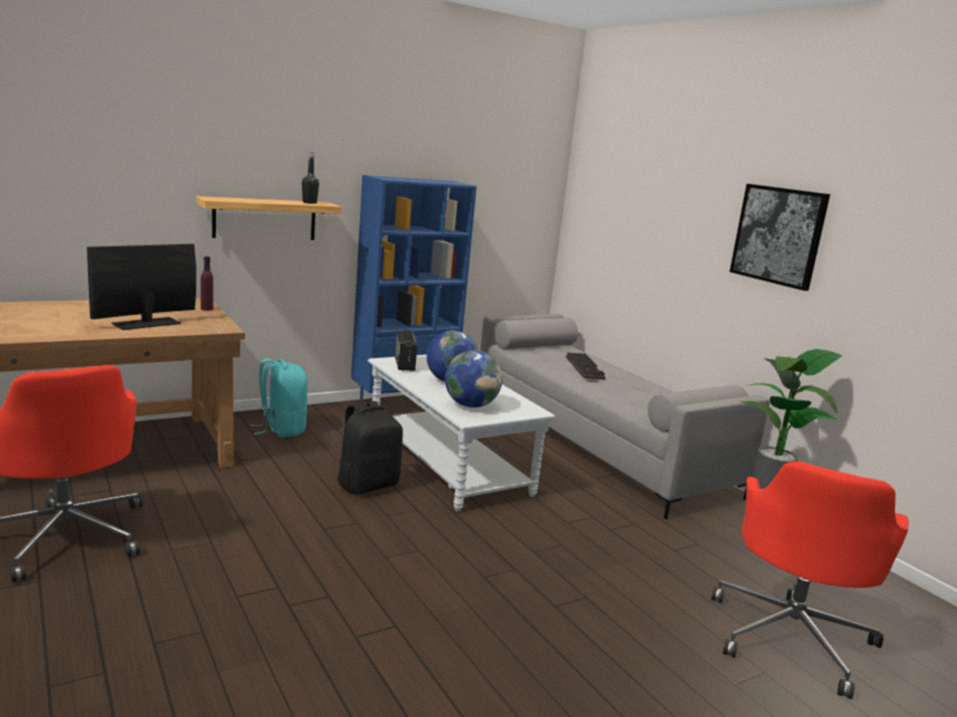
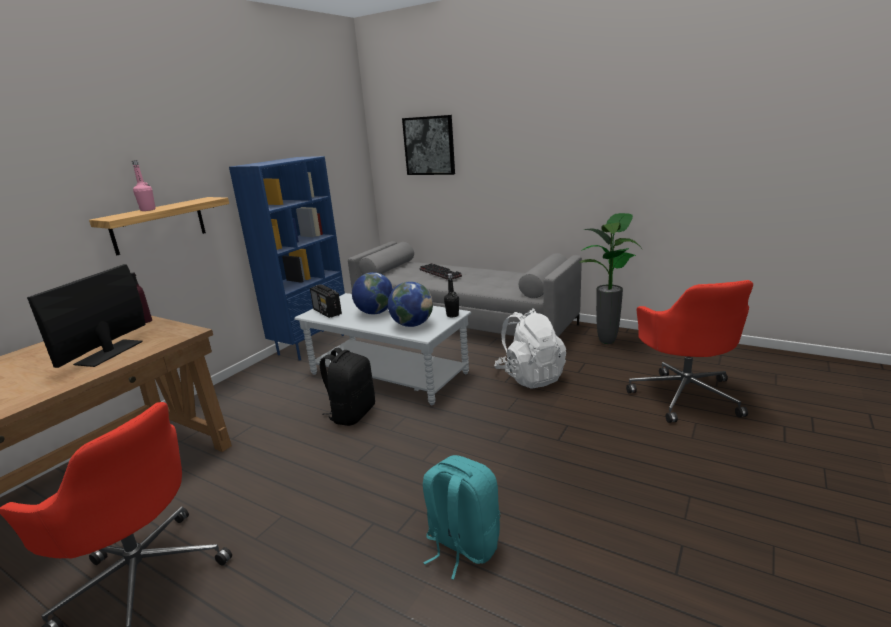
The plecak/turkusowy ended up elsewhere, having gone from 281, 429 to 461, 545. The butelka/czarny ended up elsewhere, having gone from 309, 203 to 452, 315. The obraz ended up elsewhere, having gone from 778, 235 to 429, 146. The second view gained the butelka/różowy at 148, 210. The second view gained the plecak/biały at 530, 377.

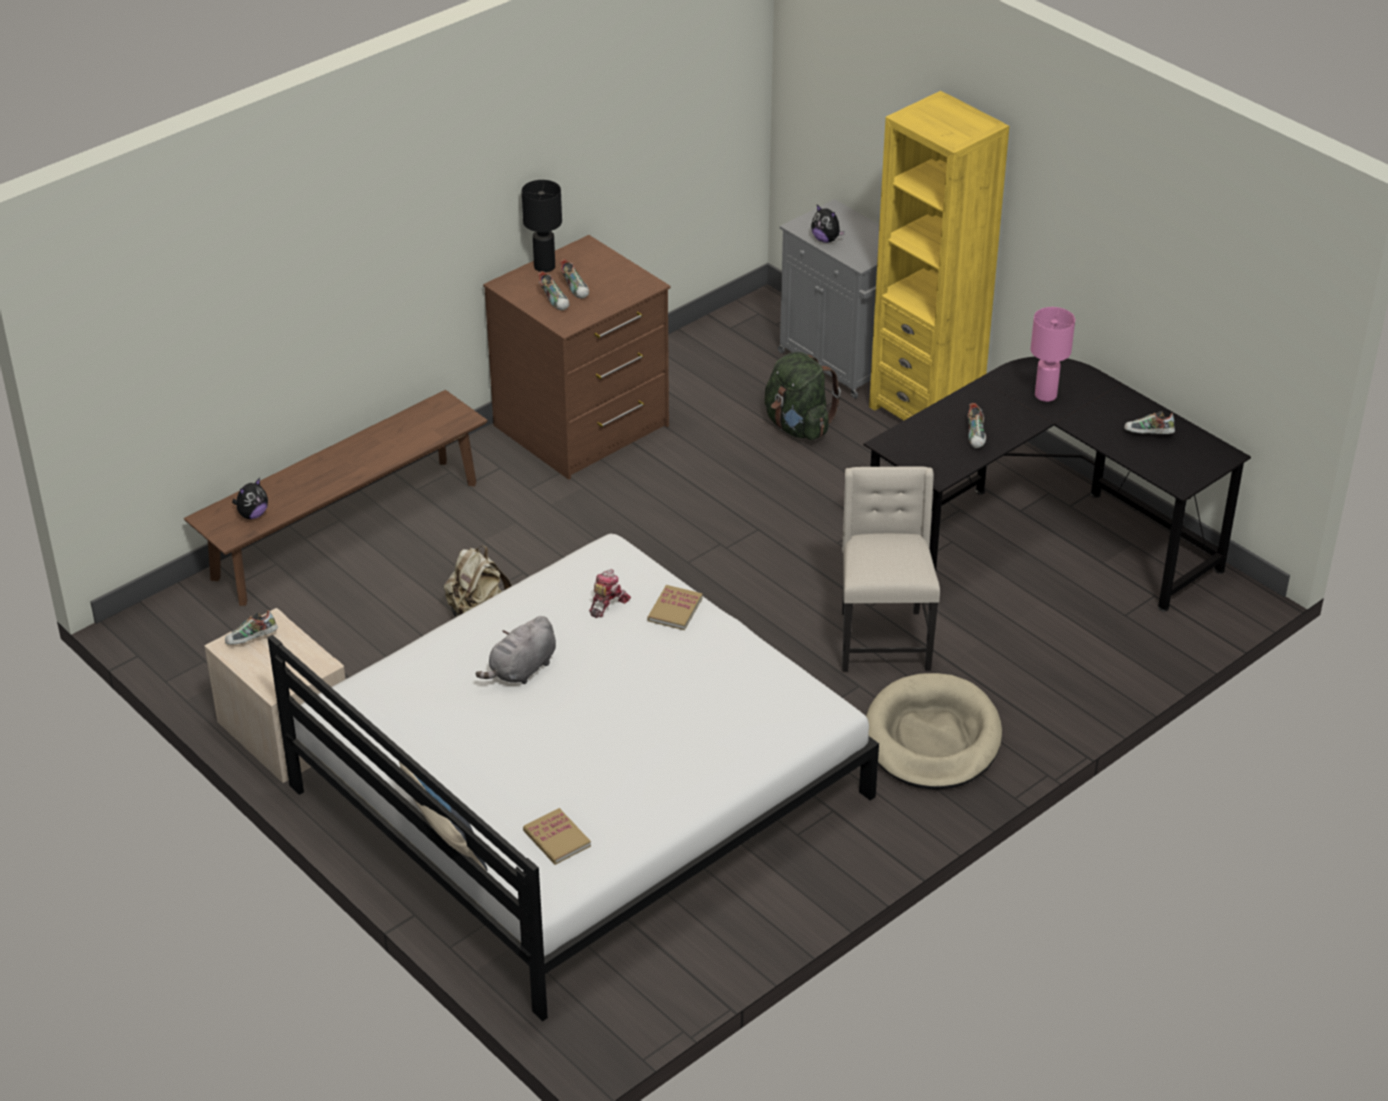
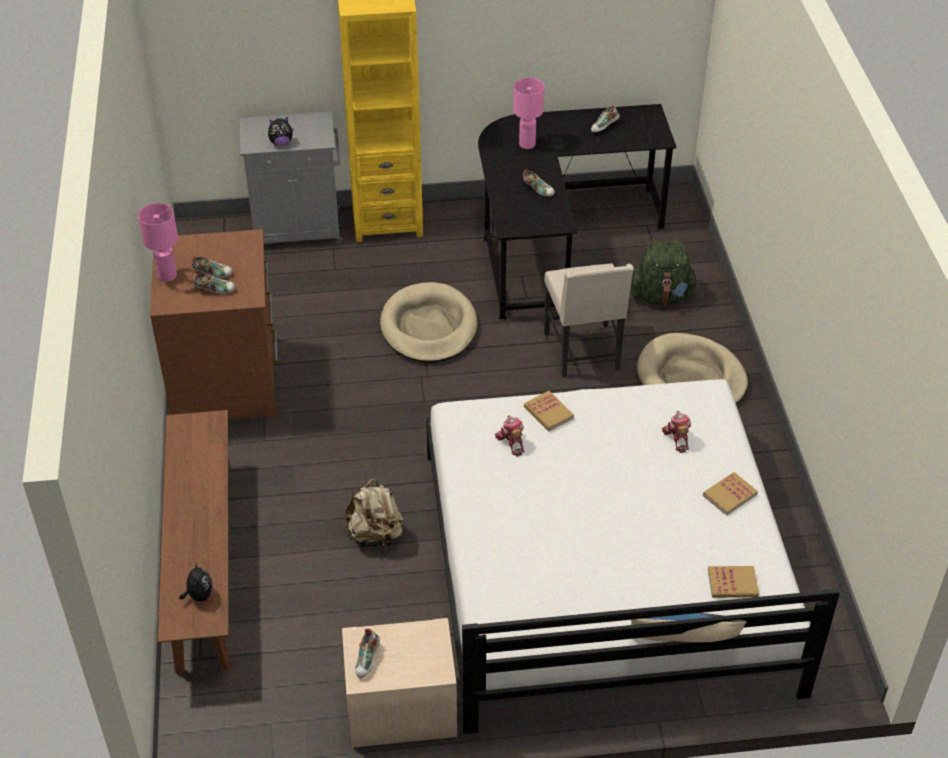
The second view lost the pluszak/szary at 521, 670. What was the lampa stołowa/czarny at 545, 266 turned into the lampa stołowa/różowy at 167, 275. The plecak/zielony ended up elsewhere, having gone from 798, 426 to 661, 296. The krzesło/beżowy at 882, 639 ended up facing another way, 135 degrees counterclockwise from before. The second view gained the legowisko/beżowy at 429, 327. The second view gained the robot zabawkowy at 677, 438. The second view gained the książka at 729, 495.

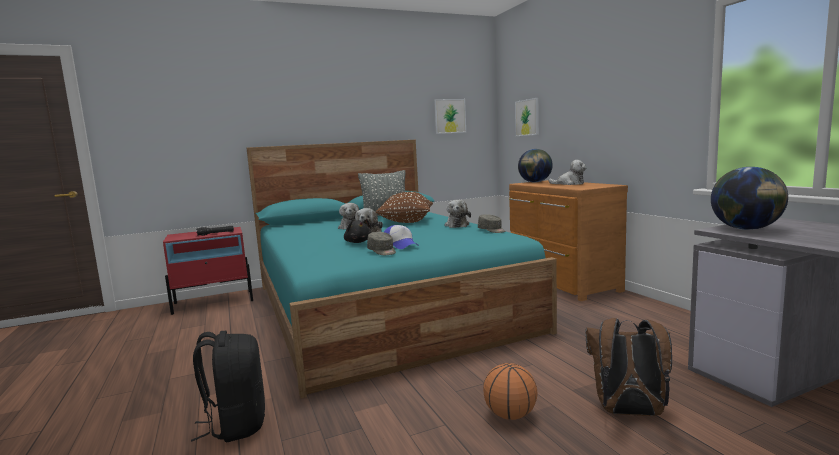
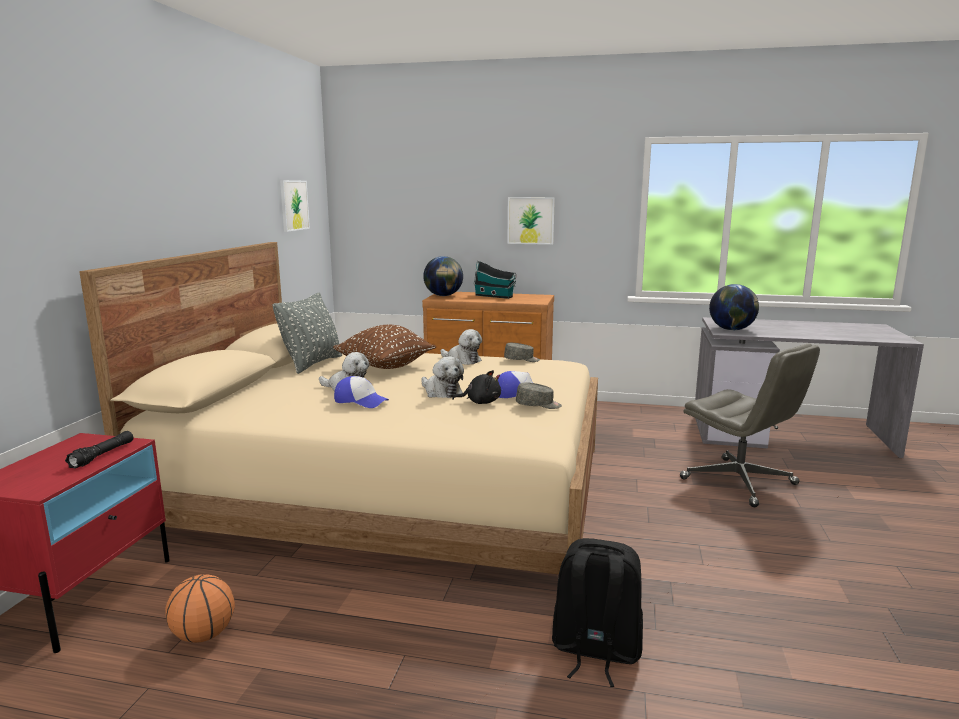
What was the łóżko/turkusowy at 382, 306 turned into the łóżko/beżowy at 391, 488. The piłka do koszykówki ended up elsewhere, having gone from 510, 415 to 204, 635. The obraz ended up elsewhere, having gone from 527, 117 to 530, 220. Where the pluszak stood at 569, 184, the domek came to stand at 495, 296. Where the plecak/brązowy stood at 628, 412, the krzesło biurowe/szary came to stand at 740, 482. The second view gained the czapka z daszkiem at 361, 401.

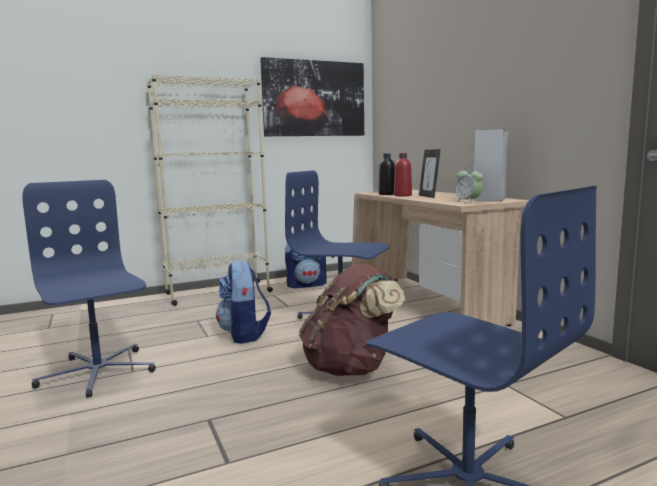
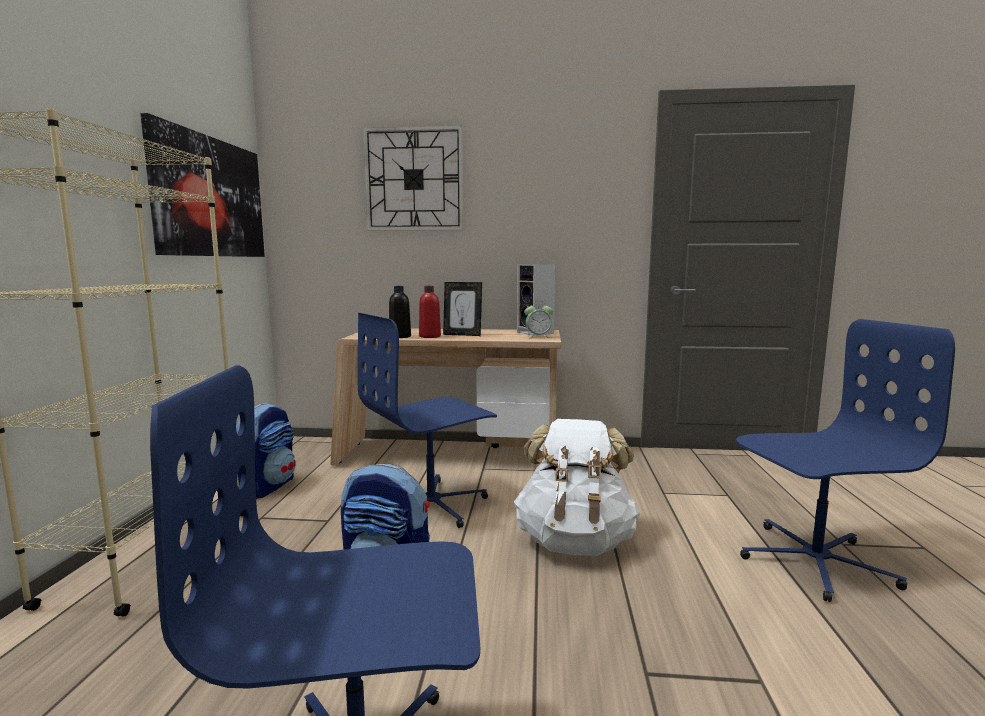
What was the plecak/brązowy at 351, 368 turned into the plecak/biały at 575, 541. The second view gained the zegar ścienny at 414, 179.

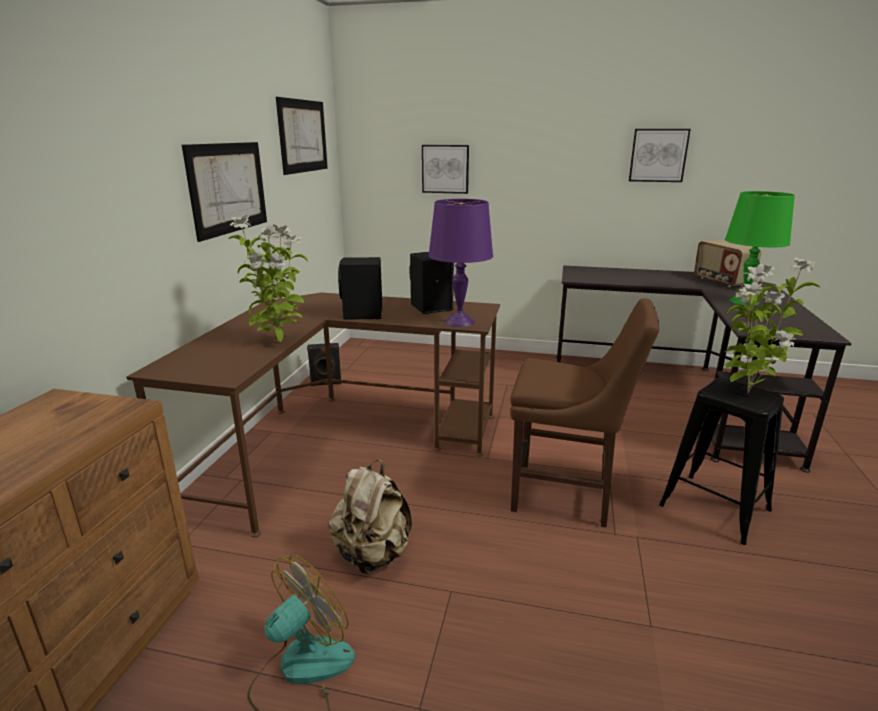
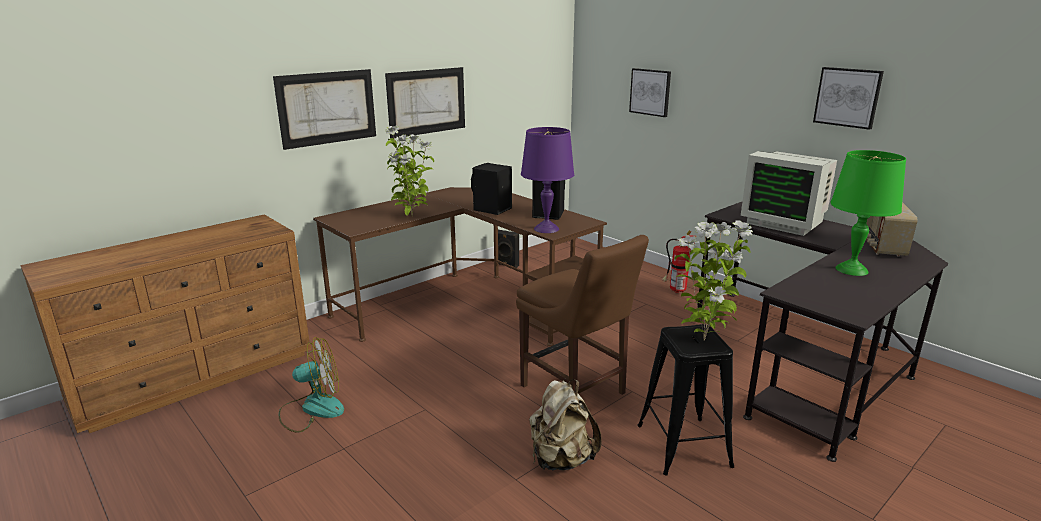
The obraz ended up elsewhere, having gone from 303, 136 to 327, 108. The plecak/beżowy ended up elsewhere, having gone from 372, 555 to 561, 459. The second view gained the gaśnica at 675, 290. The second view gained the monitor at 784, 222.

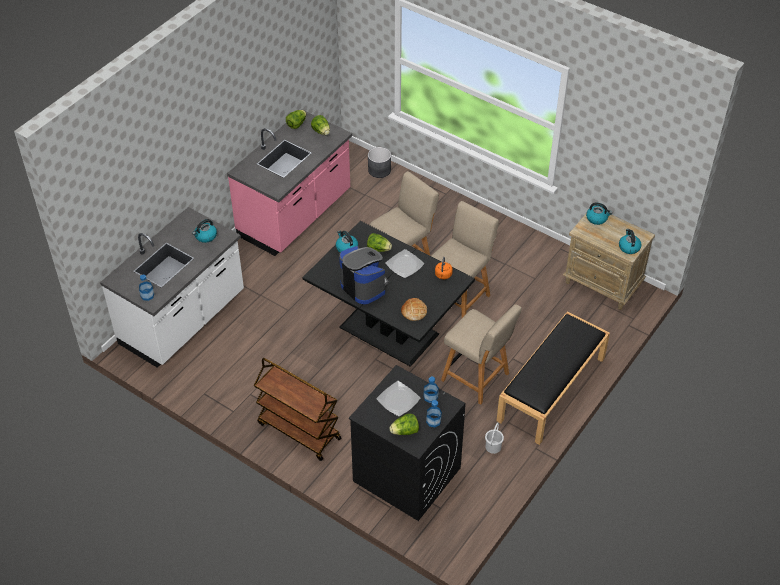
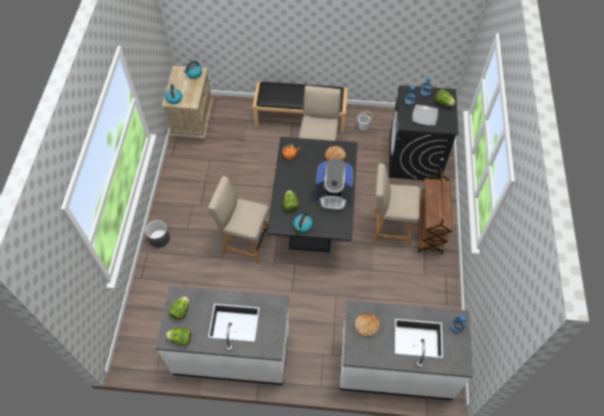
Where the czajnik stood at 205, 236, the chleb came to stand at 367, 325. What was the zabudowa kuchenna/różowy at 295, 215 turned into the zabudowa kuchenna/biały at 232, 351. The ekspres do kawy at 364, 286 ended up facing another way, 105 degrees counterclockwise from before. The donica/szary ended up elsewhere, having gone from 379, 170 to 159, 238. The second view lost the talerz at 404, 265. The krzesło/beżowy ended up elsewhere, having gone from 460, 296 to 389, 227.

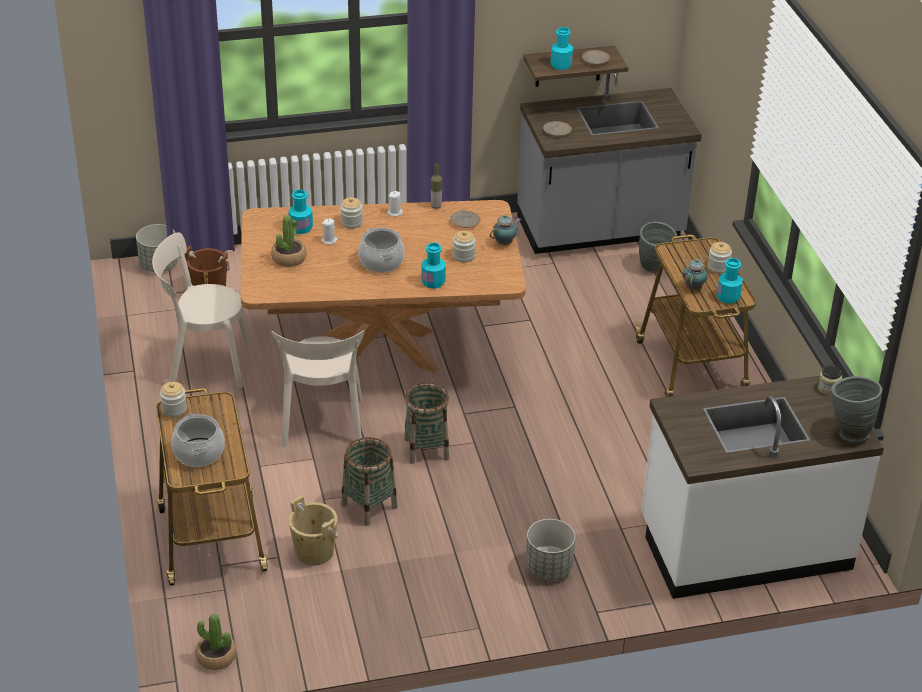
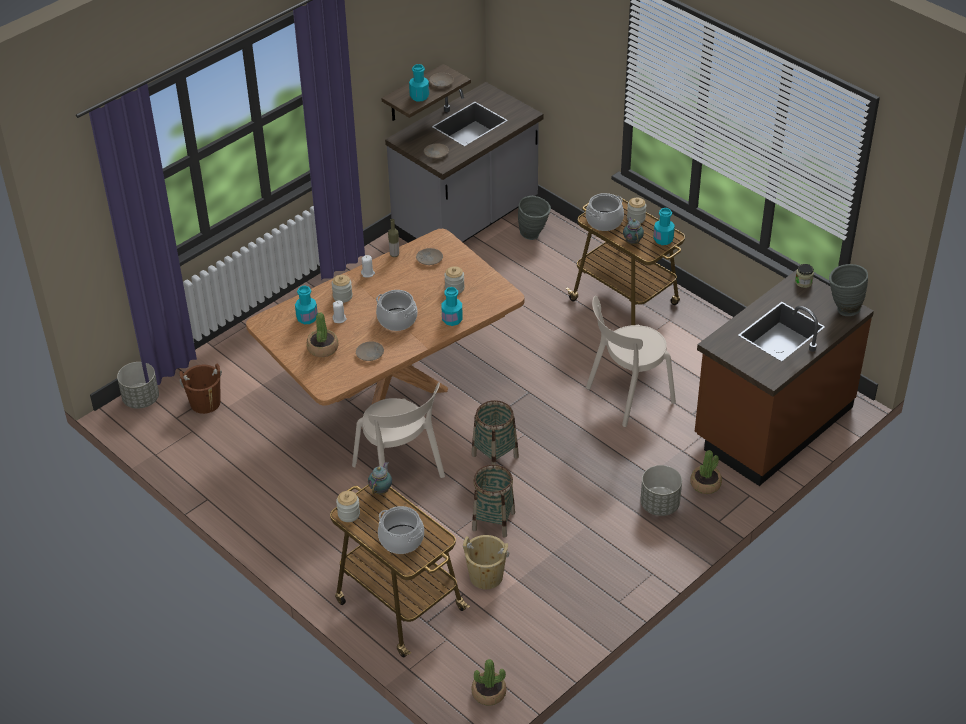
The krzesło/beżowy ended up elsewhere, having gone from 204, 364 to 627, 396. The imbryk ended up elsewhere, having gone from 505, 243 to 381, 490. What was the zabudowa kuchenna/biały at 744, 545 turned into the zabudowa kuchenna/brązowy at 772, 423. The second view gained the talerz/beżowy at 370, 354. The second view gained the garnek at 604, 221. The second view gained the roślina doniczkowa at 705, 484.

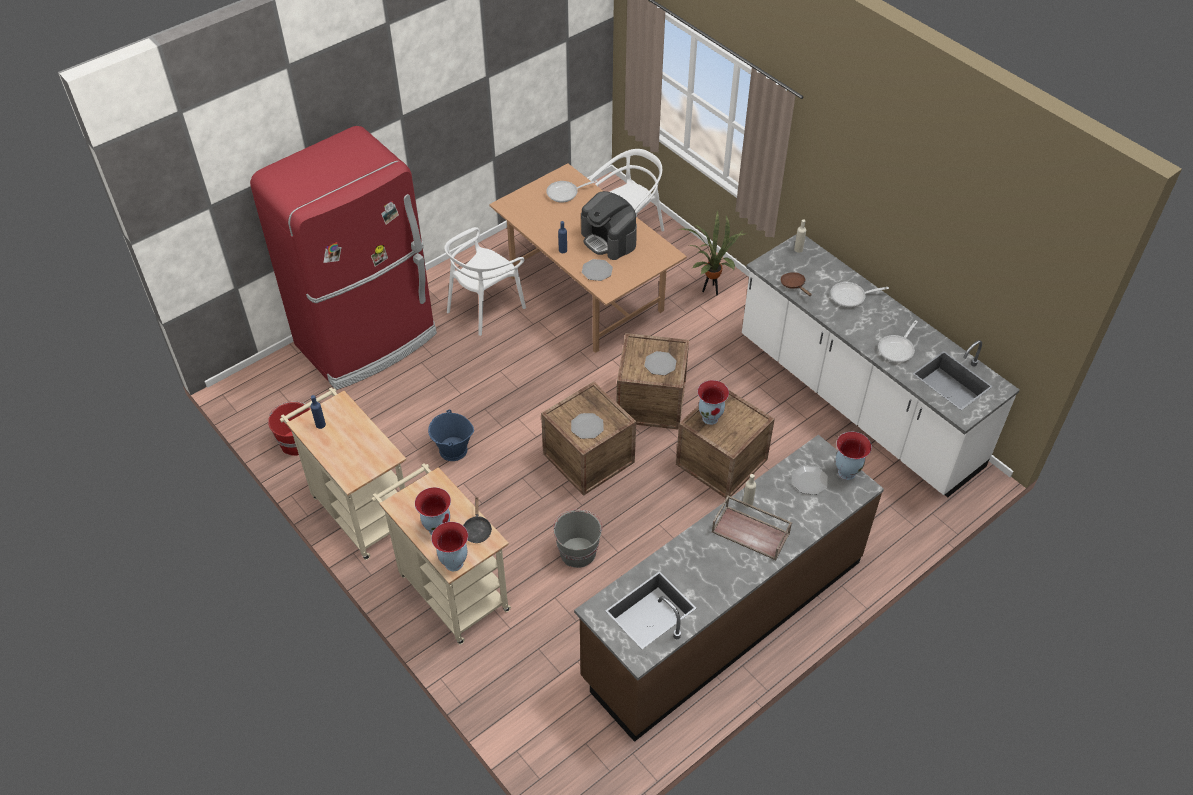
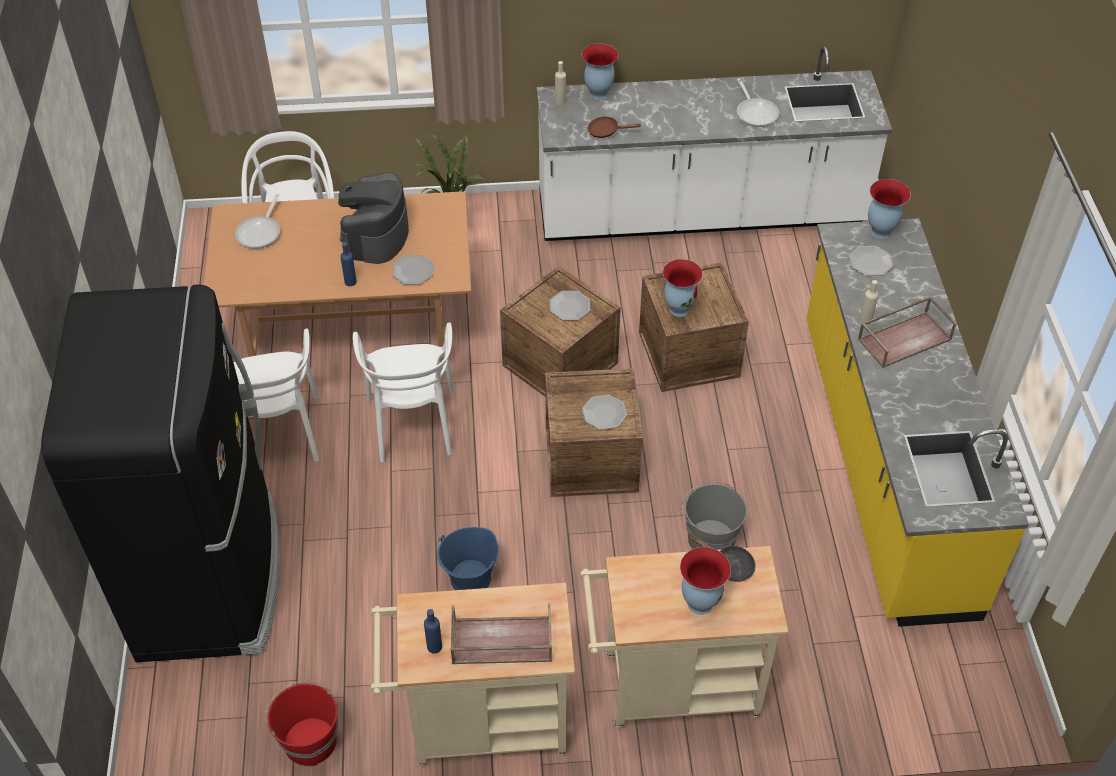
What was the lodówka/czerwony at 368, 340 turned into the lodówka/czarny at 211, 577. The wazon ended up elsewhere, having gone from 453, 563 to 598, 94. What was the zabudowa kuchenna/brązowy at 723, 618 turned into the zabudowa kuchenna/żółty at 883, 464. The ekspres do kawy at 609, 239 ended up facing another way, 105 degrees clockwise from before. The second view lost the patelnia at 851, 297. The second view gained the krzesło/biały at 412, 424. The second view gained the taca/brązowy at 500, 641.

